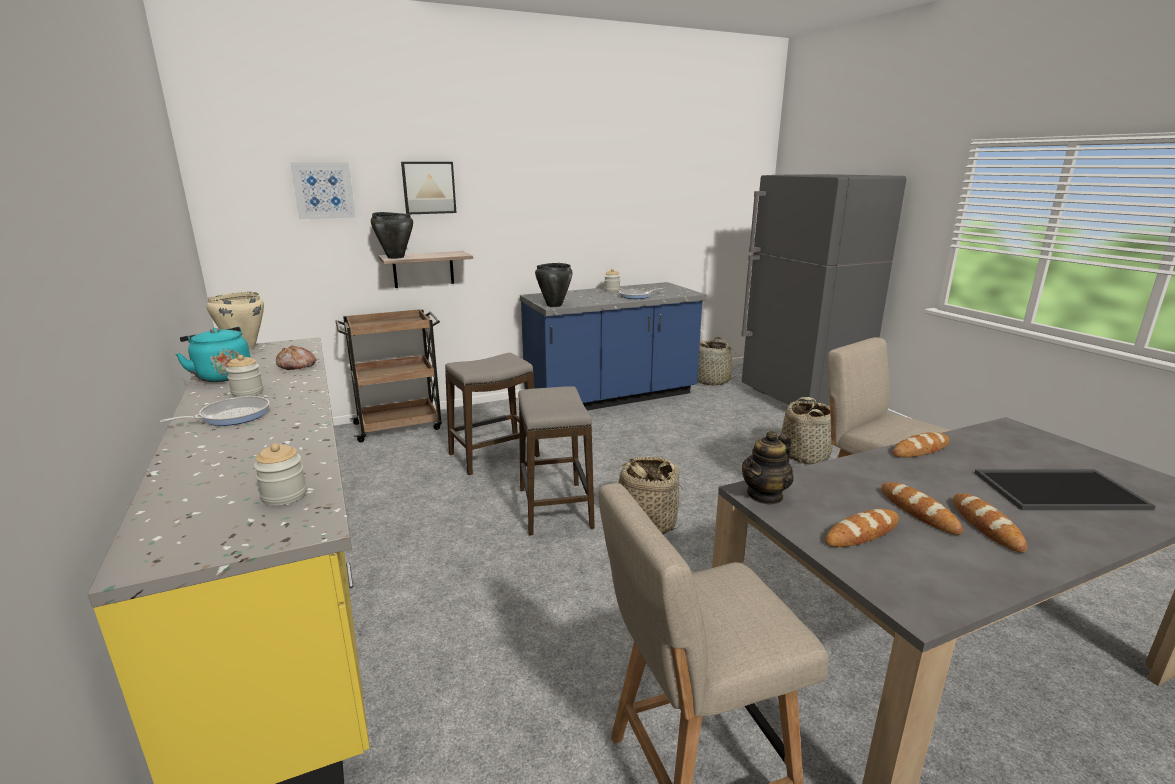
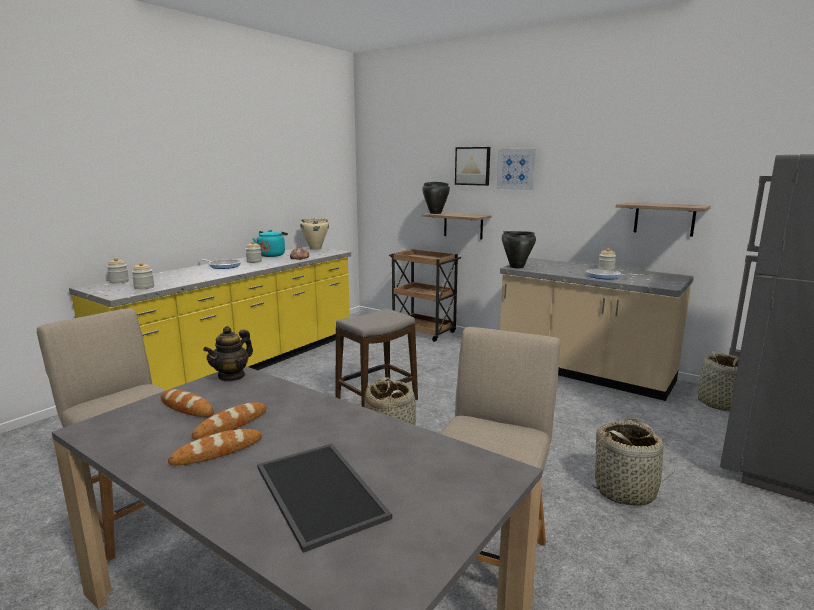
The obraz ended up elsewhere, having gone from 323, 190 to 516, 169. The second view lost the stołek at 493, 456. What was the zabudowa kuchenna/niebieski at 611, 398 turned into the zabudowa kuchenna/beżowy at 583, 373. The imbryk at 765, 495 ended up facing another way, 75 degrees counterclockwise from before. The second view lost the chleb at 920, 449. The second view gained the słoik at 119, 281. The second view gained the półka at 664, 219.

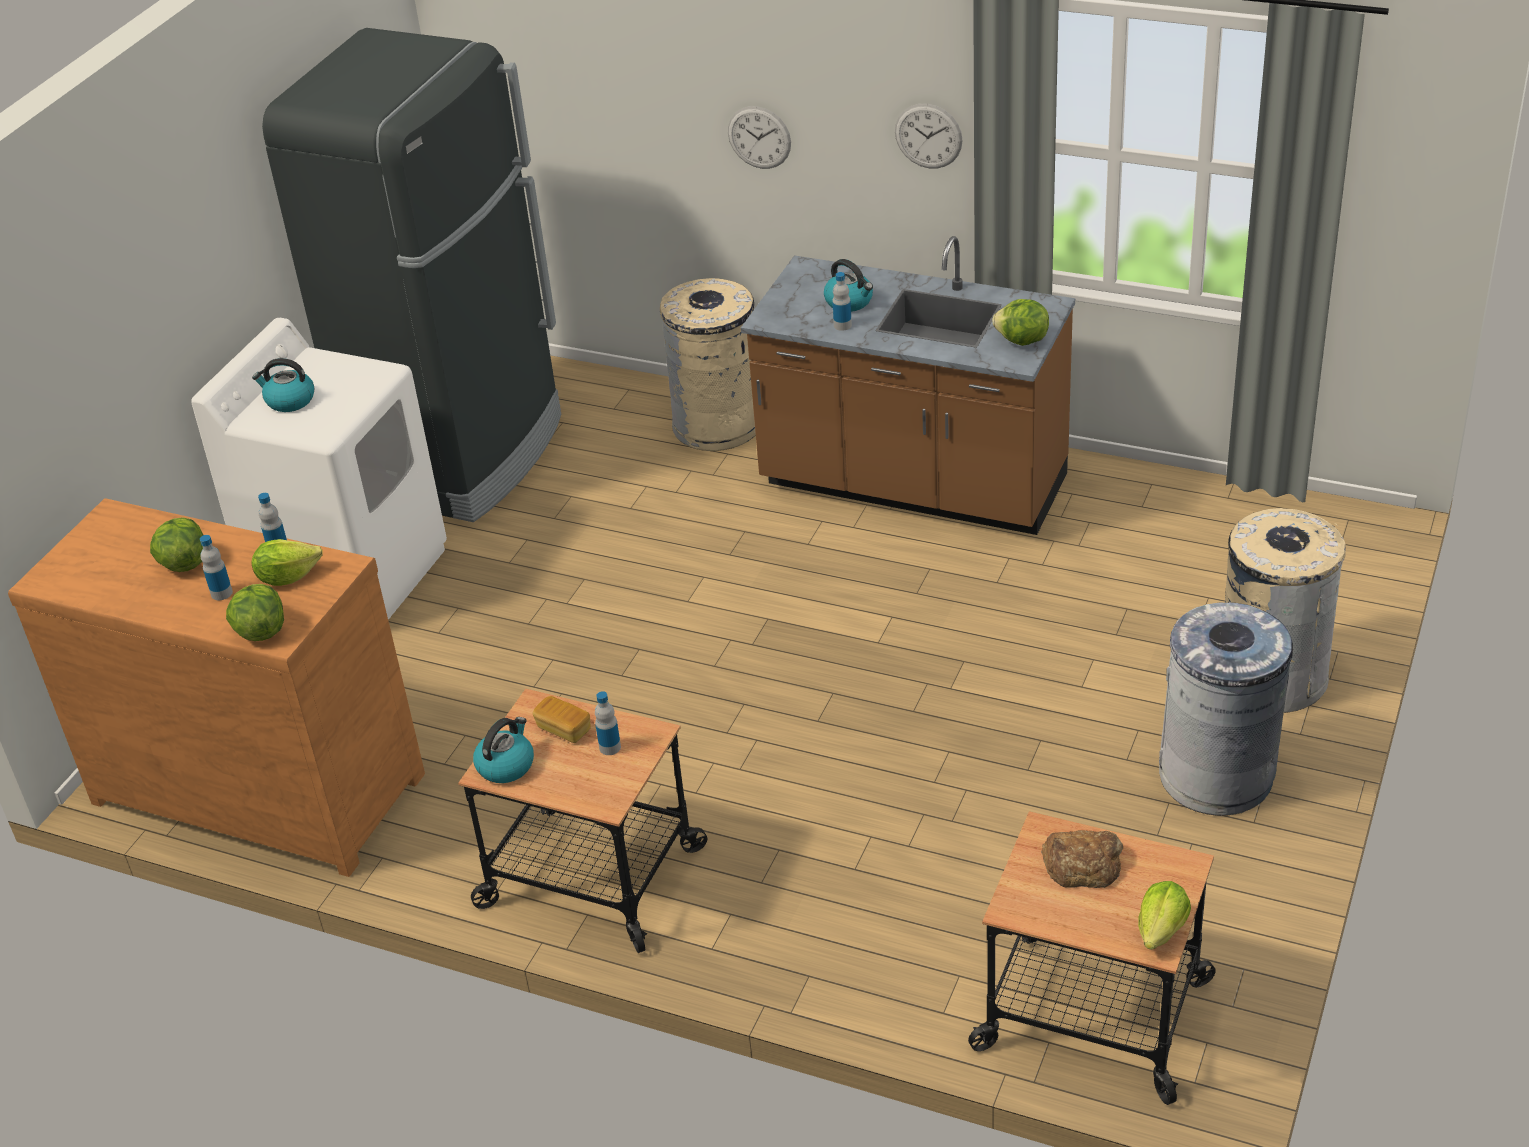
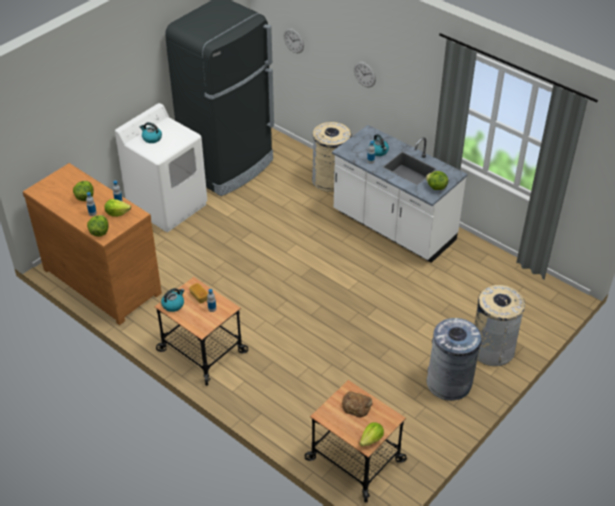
What was the zabudowa kuchenna/brązowy at 912, 485 turned into the zabudowa kuchenna/biały at 393, 227. The zegar ścienny ended up elsewhere, having gone from 928, 136 to 293, 40.

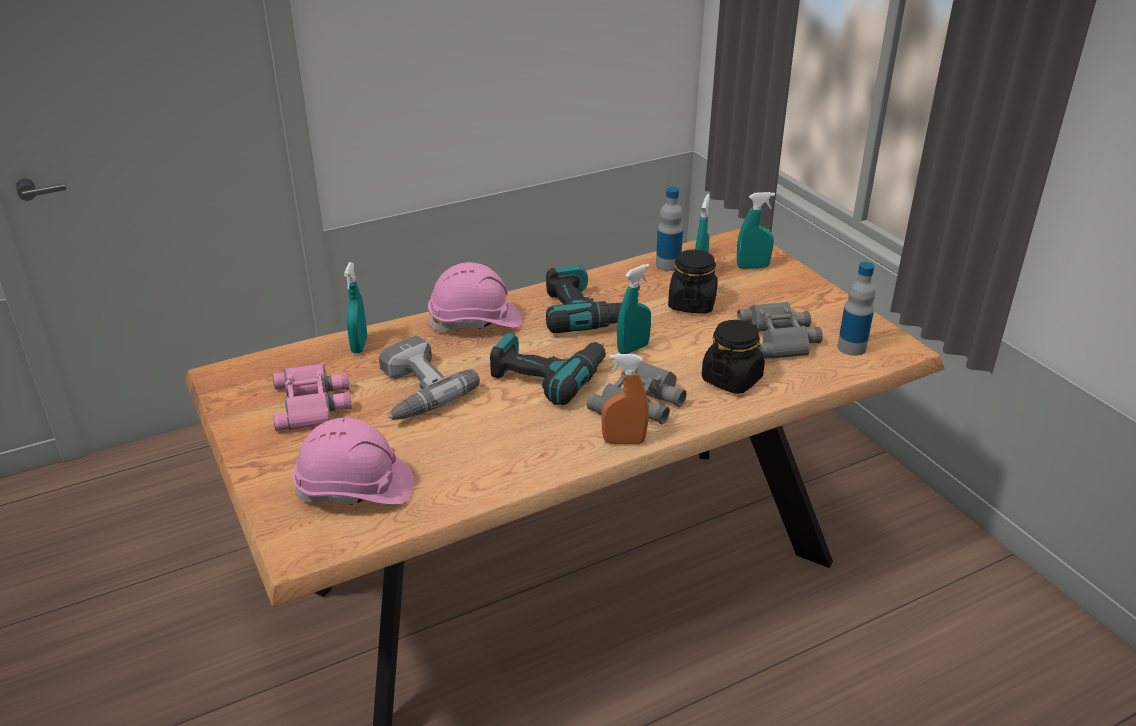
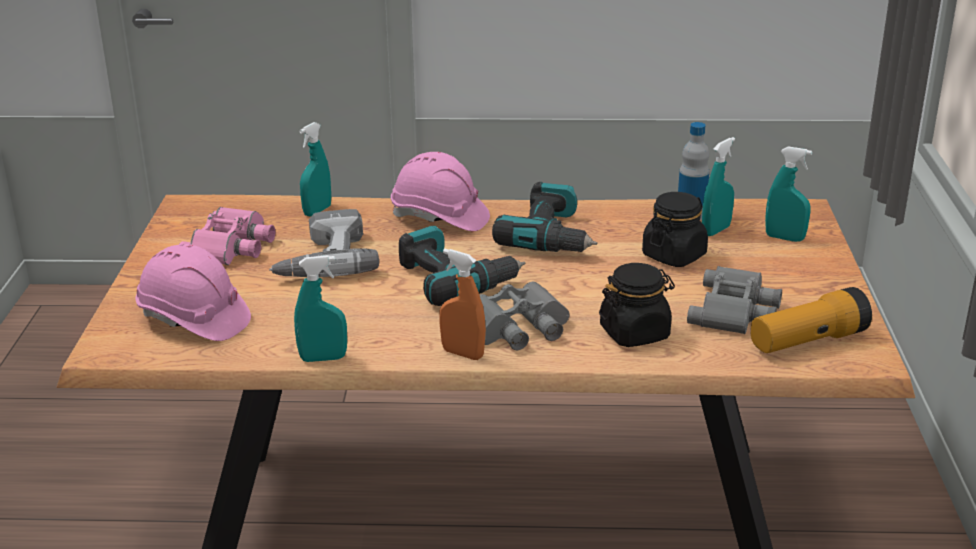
The spryskiwacz/turkusowy ended up elsewhere, having gone from 633, 348 to 323, 358. Where the butelka stood at 851, 347, the latarka came to stand at 807, 341.

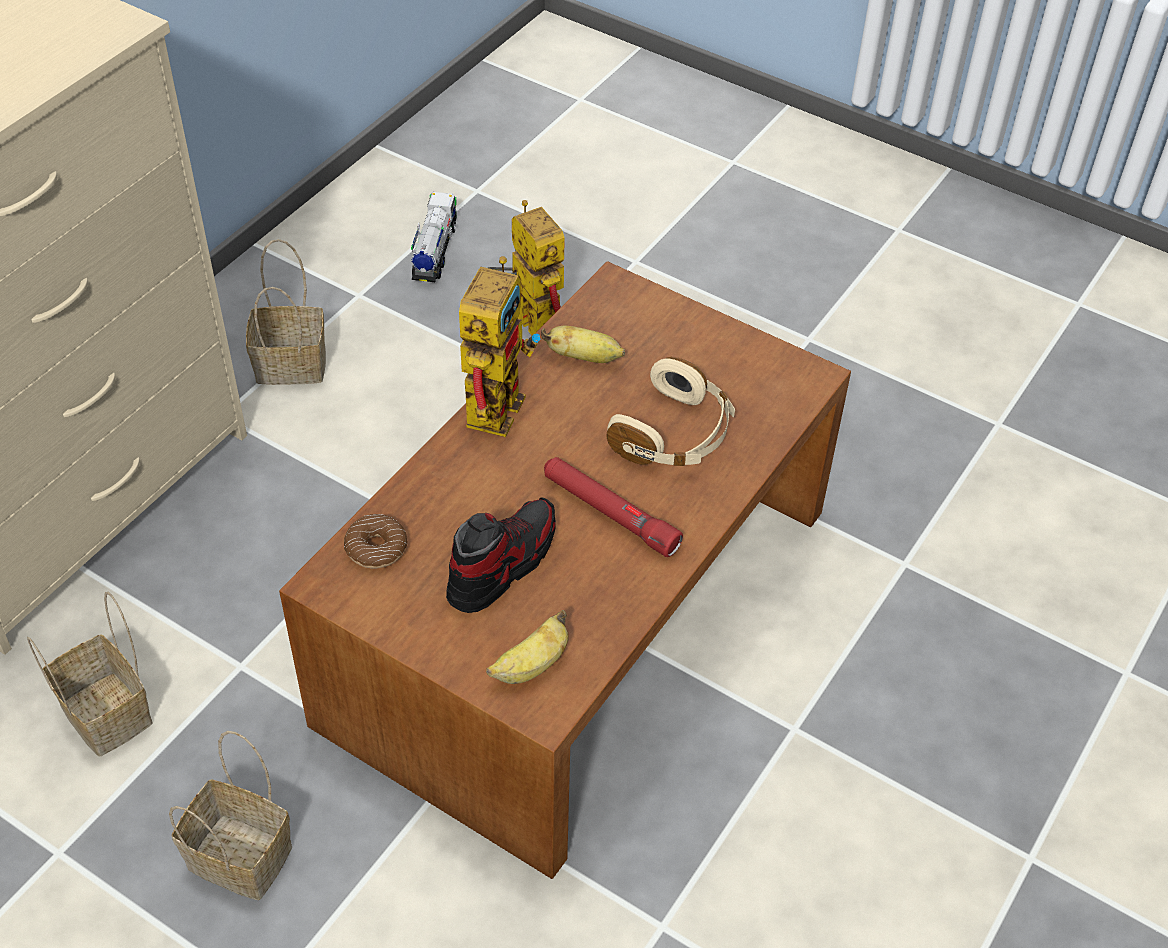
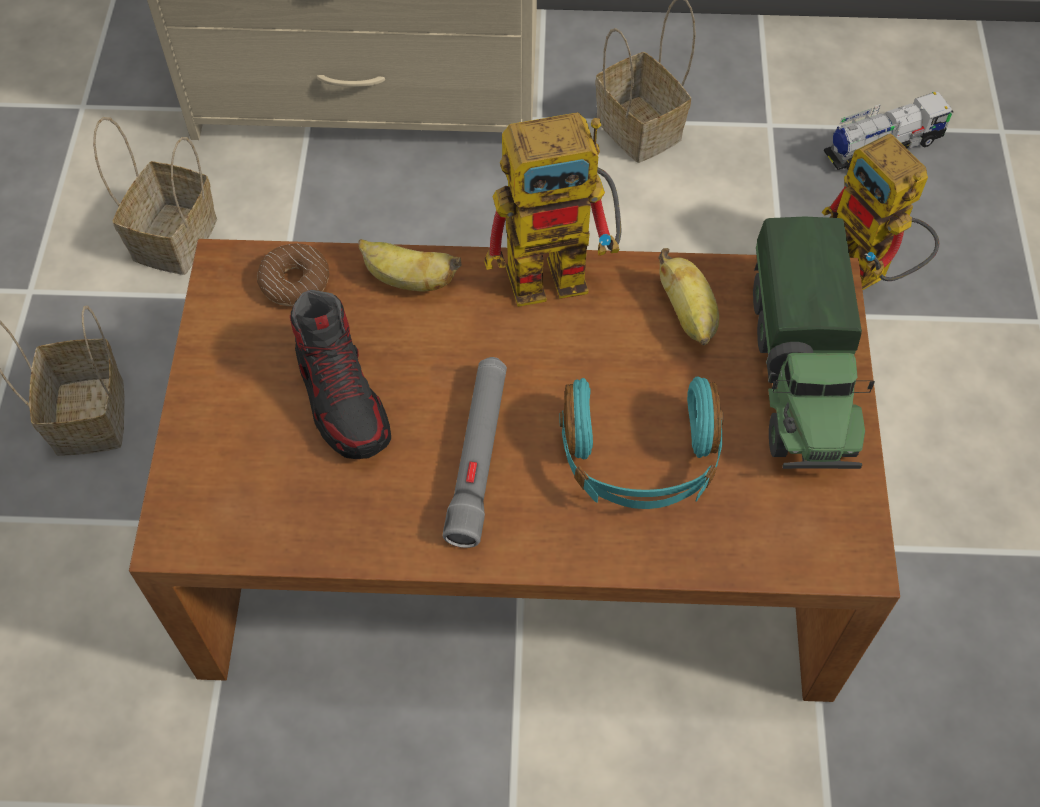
The but at 502, 564 ended up facing another way, 60 degrees clockwise from before. The banan ended up elsewhere, having gone from 531, 666 to 408, 280. The robot zabawkowy at 528, 318 ended up facing another way, 120 degrees clockwise from before. What was the latarka/czerwony at 609, 513 turned into the latarka/szary at 478, 456. What was the słuchawki/beżowy at 674, 435 turned into the słuchawki/turkusowy at 640, 459. The second view gained the ciężarówka zabawkowa at 800, 375.

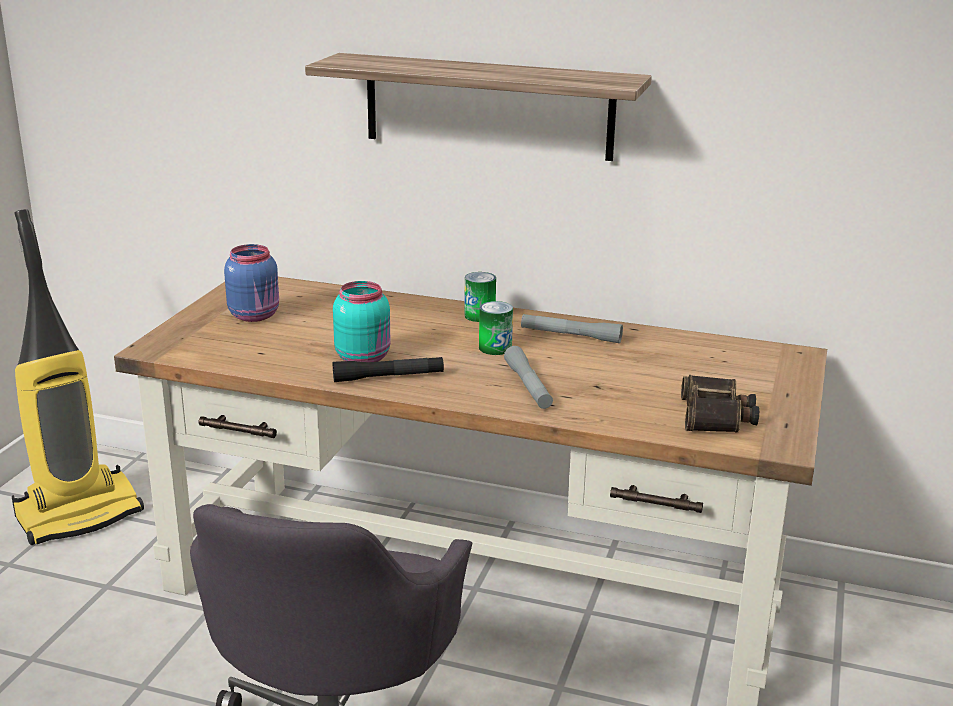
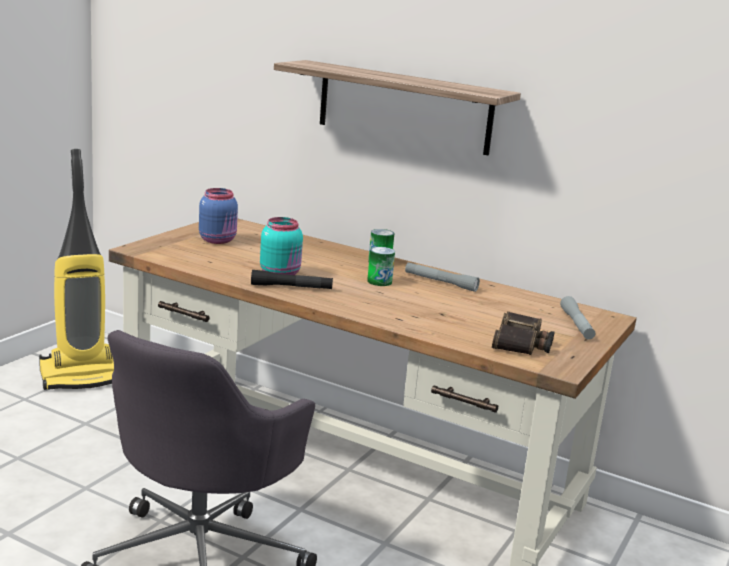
The latarka/szary ended up elsewhere, having gone from 528, 386 to 576, 325.

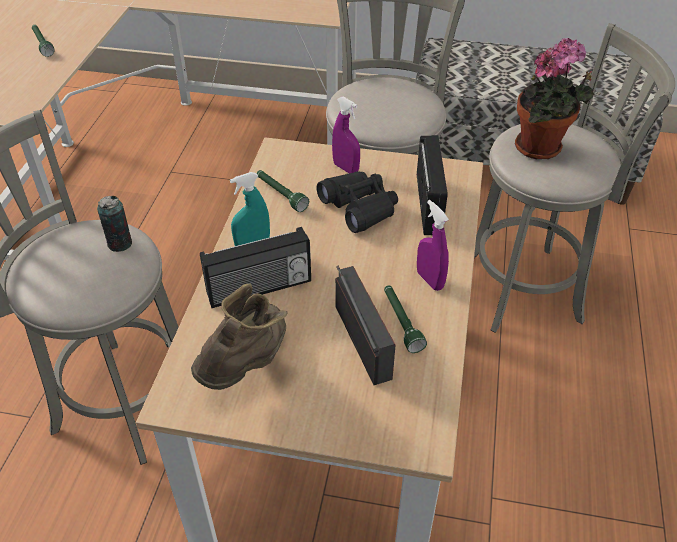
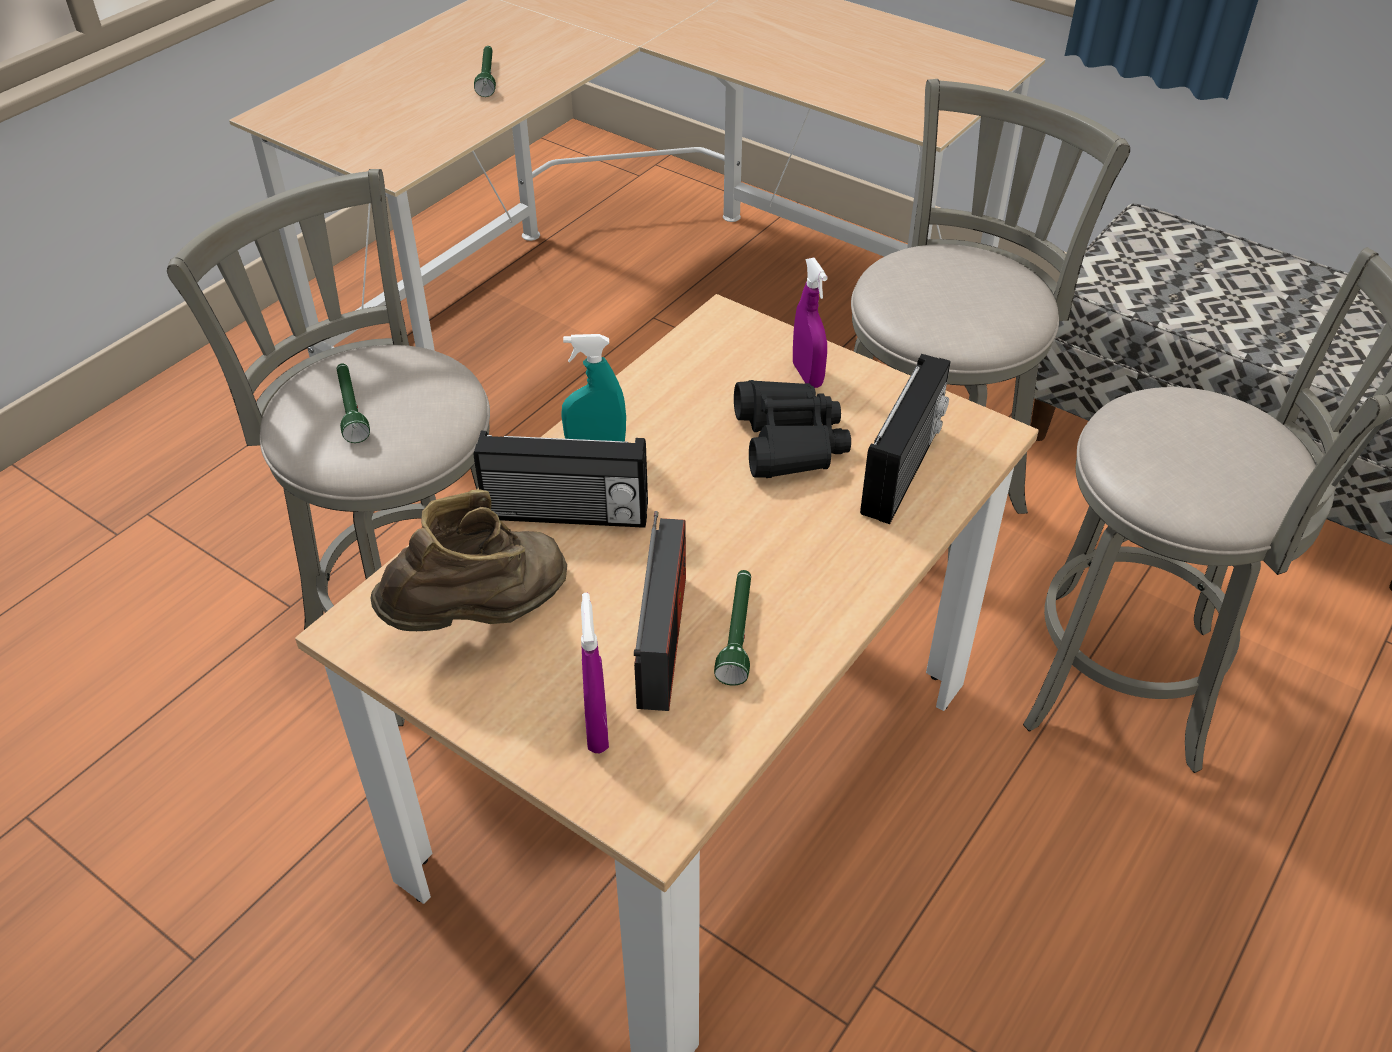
The second view lost the puszka at 120, 244. The latarka/zielony ended up elsewhere, having gone from 280, 195 to 351, 409. The spryskiwacz/fioletowy ended up elsewhere, having gone from 429, 280 to 597, 728. The second view lost the roślina doniczkowa at 541, 149.

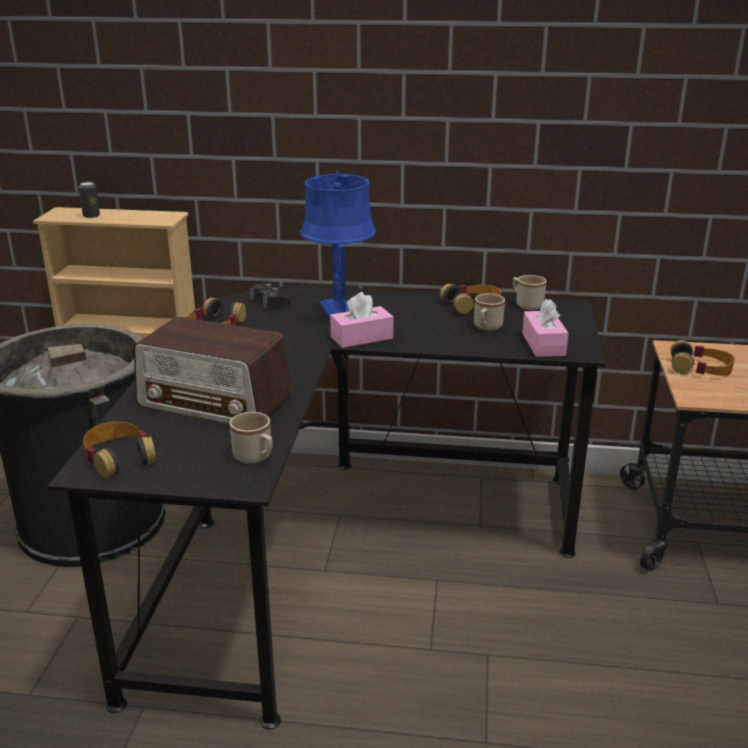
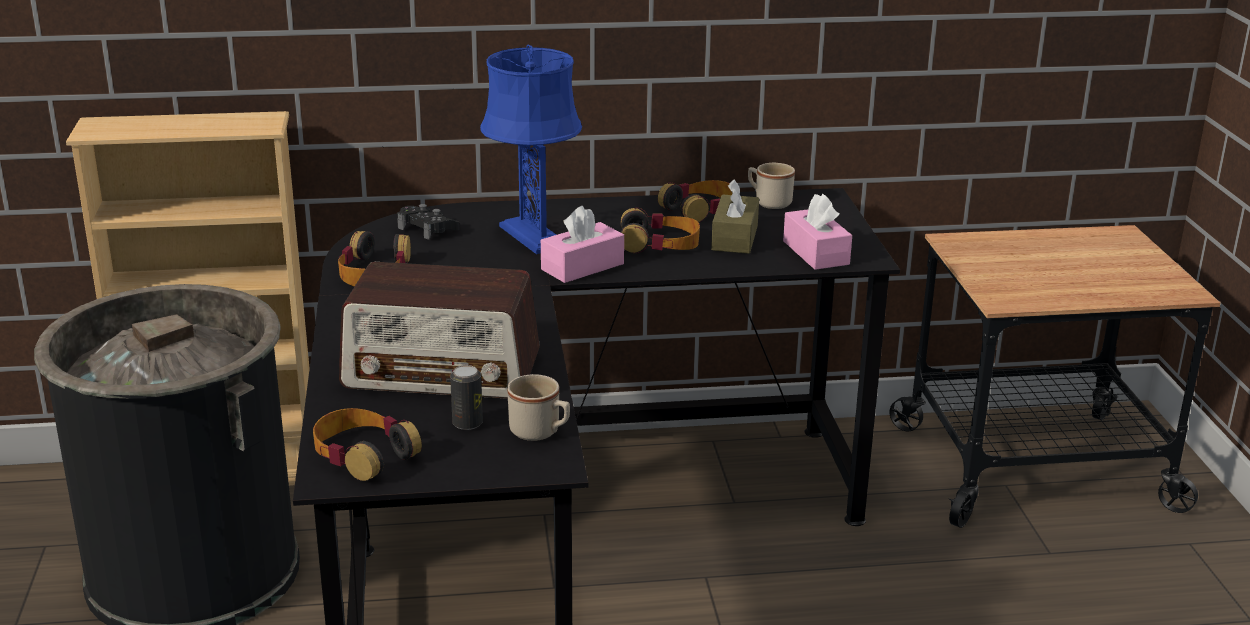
The puszka ended up elsewhere, having gone from 91, 216 to 467, 423. Where the kubek/beżowy stood at 486, 327, the pudełko chusteczek/brązowy came to stand at 734, 238. The słuchawki ended up elsewhere, having gone from 700, 368 to 659, 243.

